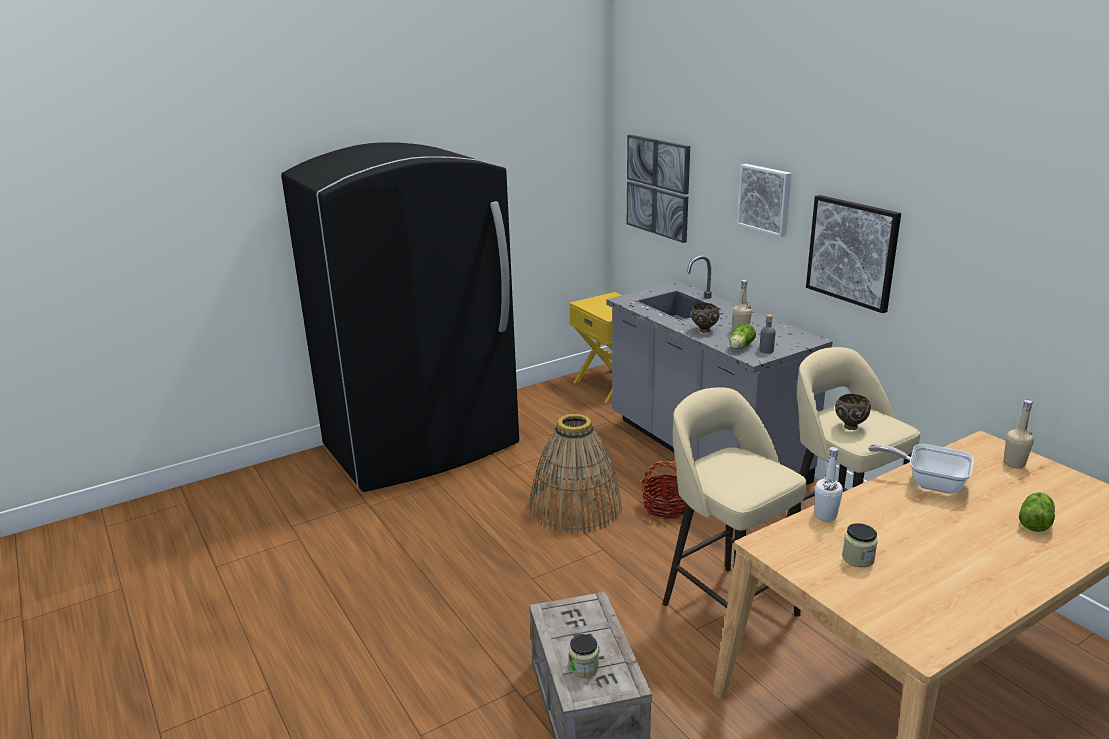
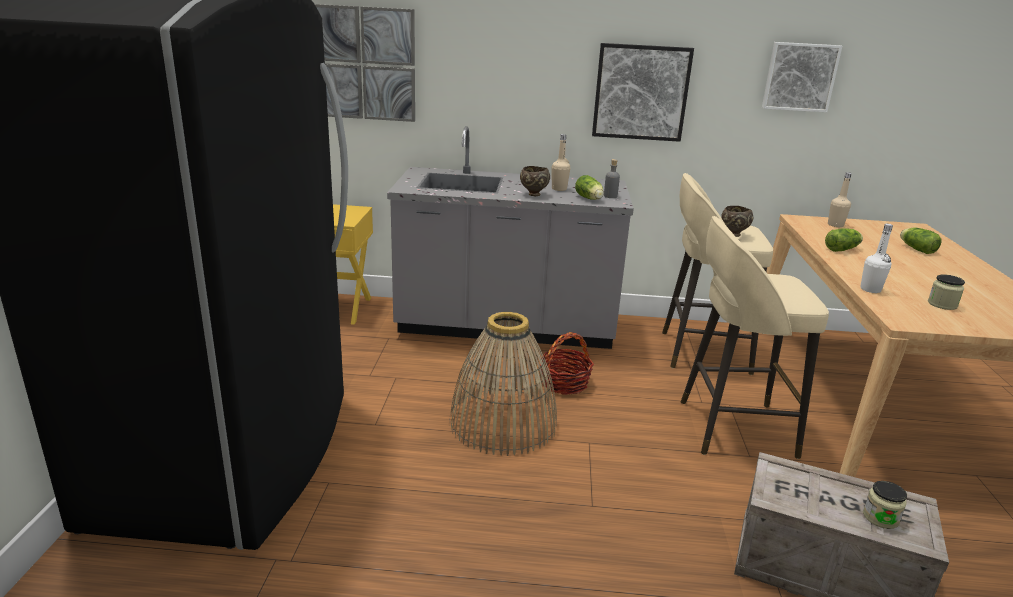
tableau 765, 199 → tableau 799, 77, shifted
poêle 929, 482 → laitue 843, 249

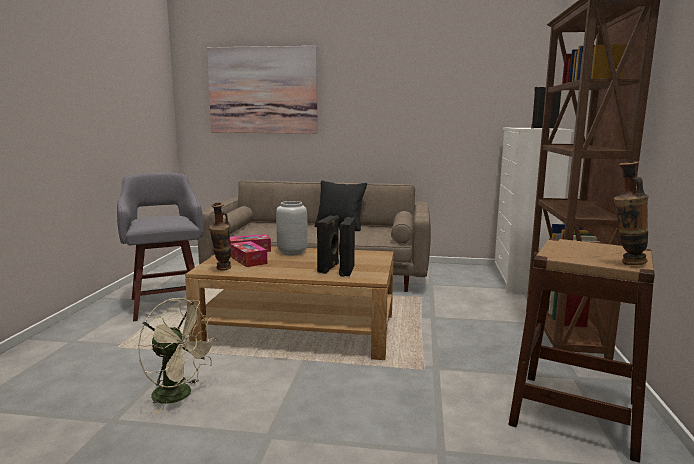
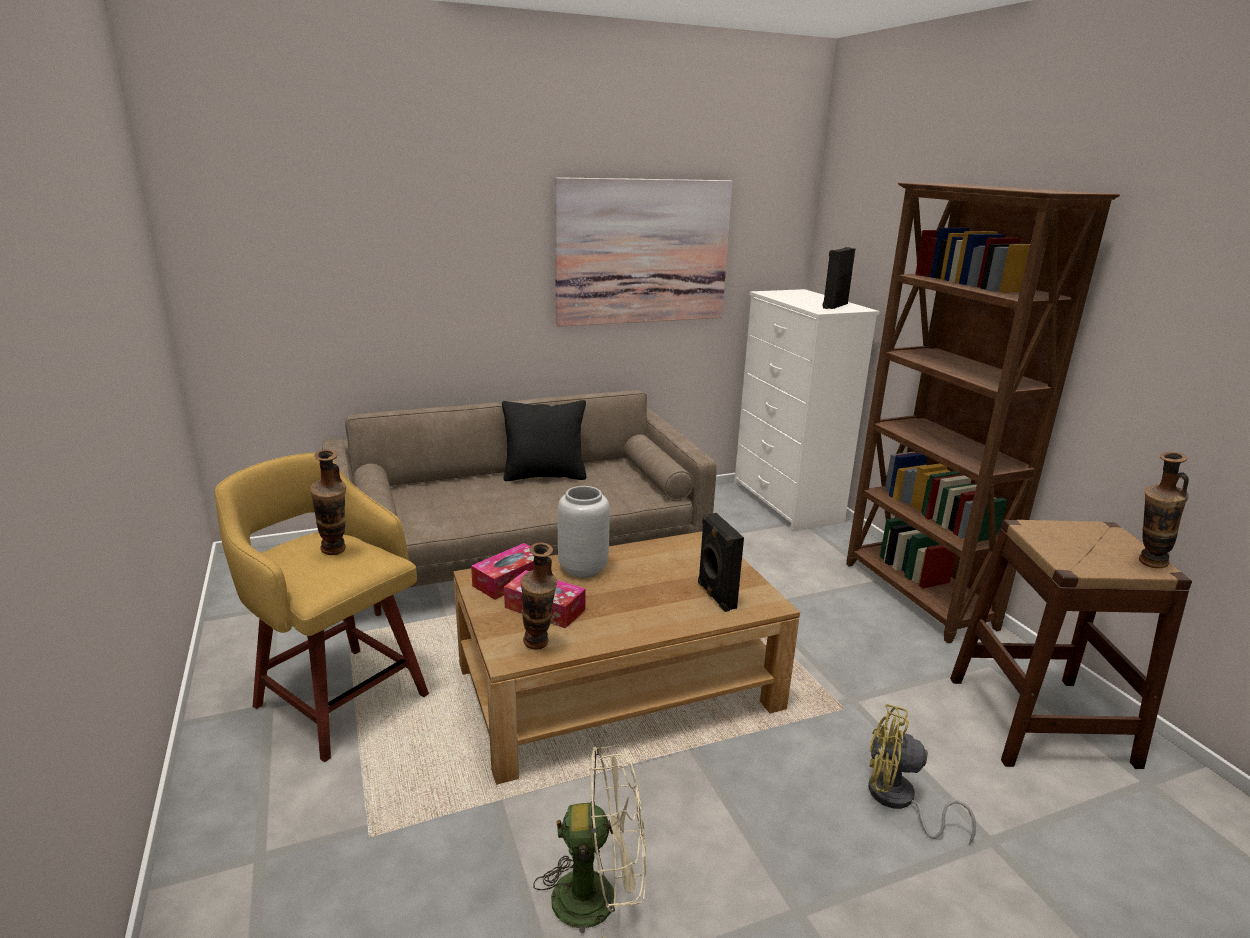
tableau 263, 90 → tableau 643, 252, shifted
tabouret [gris] 167, 303 → tabouret [jaune] 339, 697
enceinte [noir] 329, 268 → -
- → vase 336, 553
- → ventilateur [jaune] 898, 801

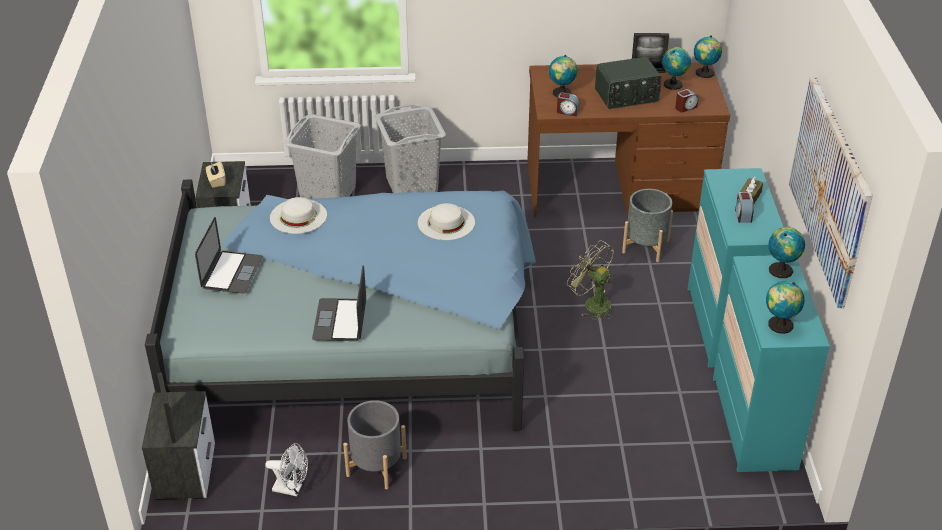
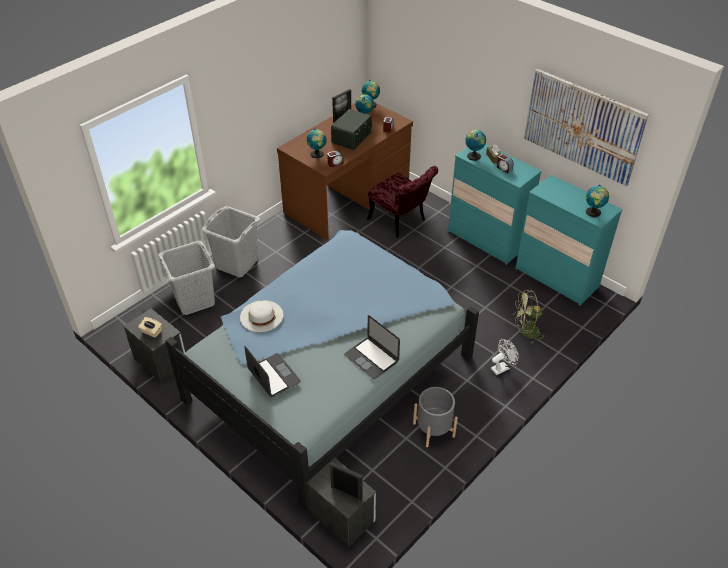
cache-pot [gris] 645, 246 → chaise [rouge] 401, 222
chapeau [blanc] 446, 222 → -
globe 781, 269 → globe 473, 156, shifted
ventilateur [vert] 592, 303 → ventilateur [vert] 526, 332, shifted
ventilateur [blanc] 292, 489 → ventilateur [blanc] 502, 367, shifted

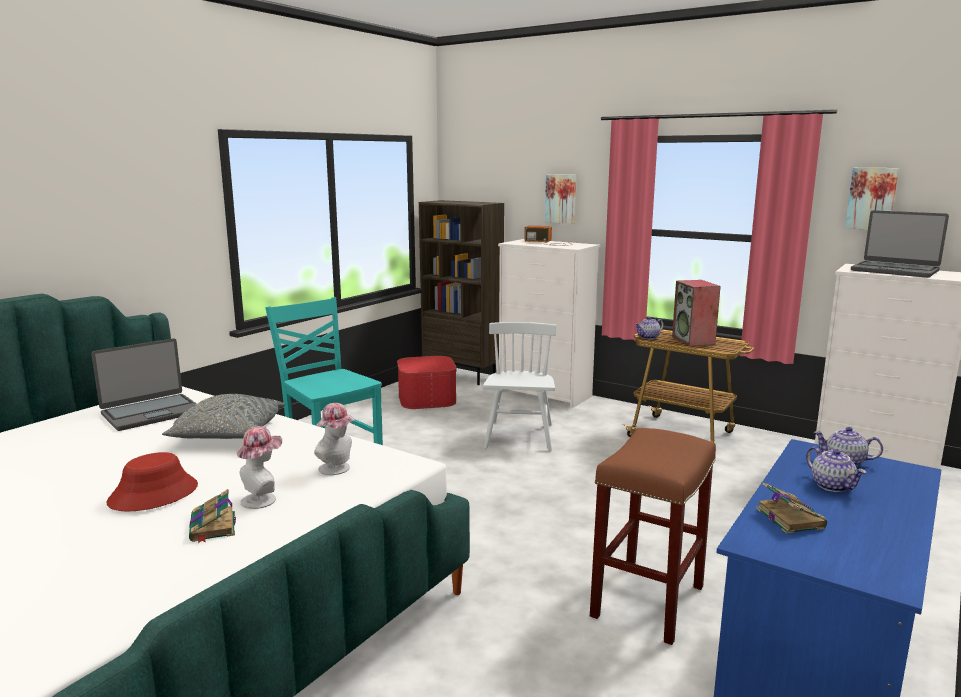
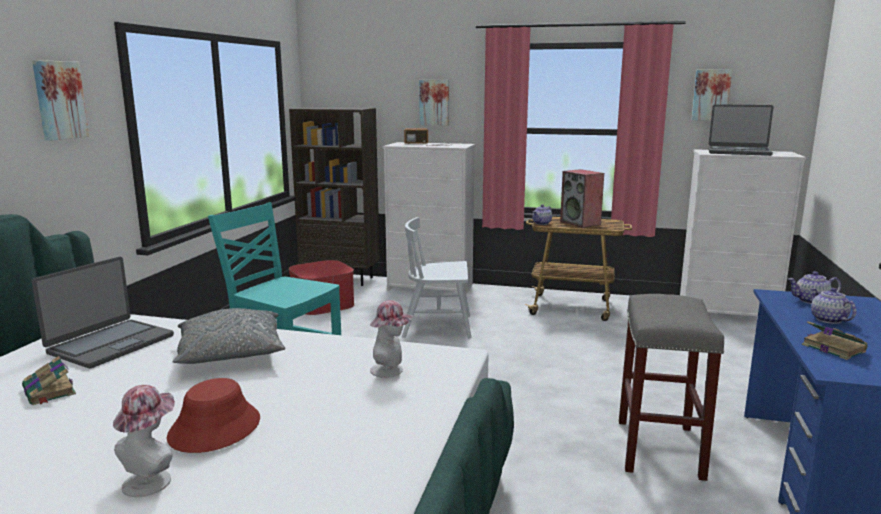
chaise [blanc] 519, 436 → chaise [blanc] 438, 326, 75 degrees counterclockwise
chapeau 262, 499 → chapeau 152, 479, shifted
tabouret [marron] 647, 600 → tabouret [gris] 658, 448
théière 832, 486 → théière 827, 319, 150 degrees counterclockwise
livre 213, 527 → livre 49, 392, shifted
- → tableau 59, 100

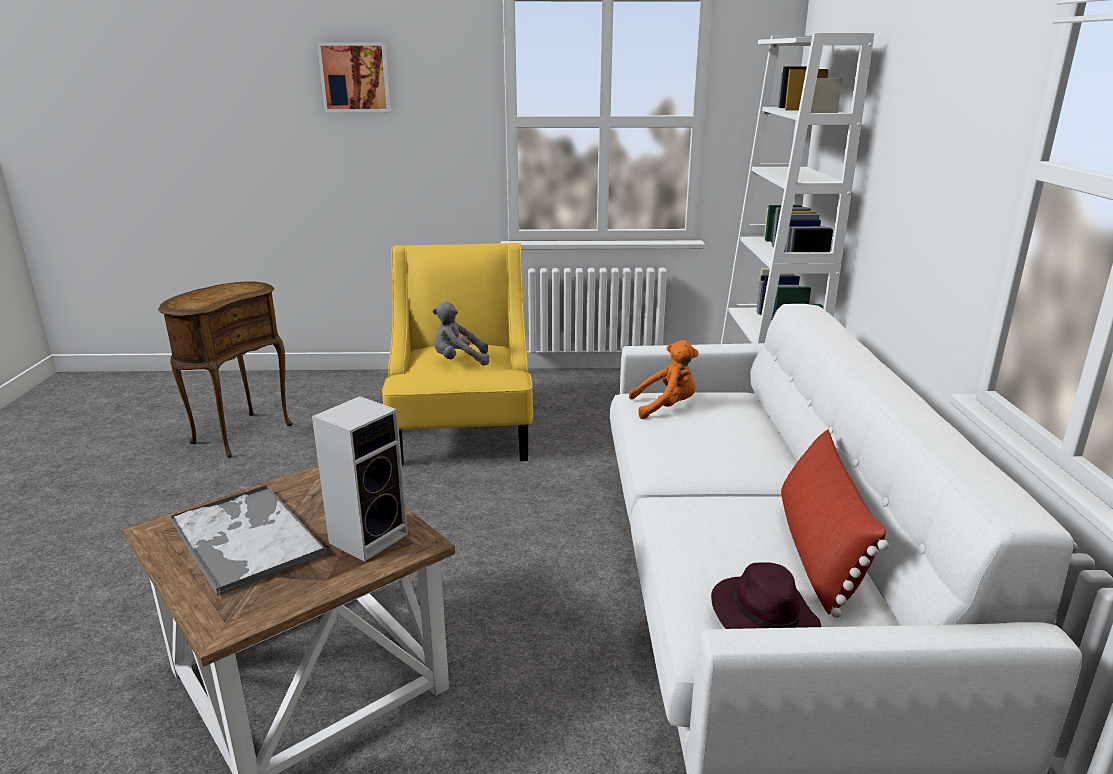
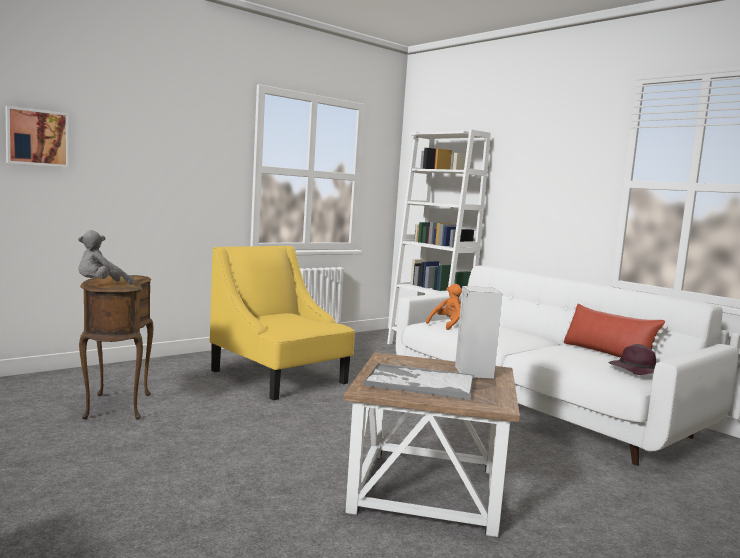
tableau 355, 77 → tableau 37, 137, shifted
peluche [gris] 459, 361 → peluche [gris] 101, 285, shifted

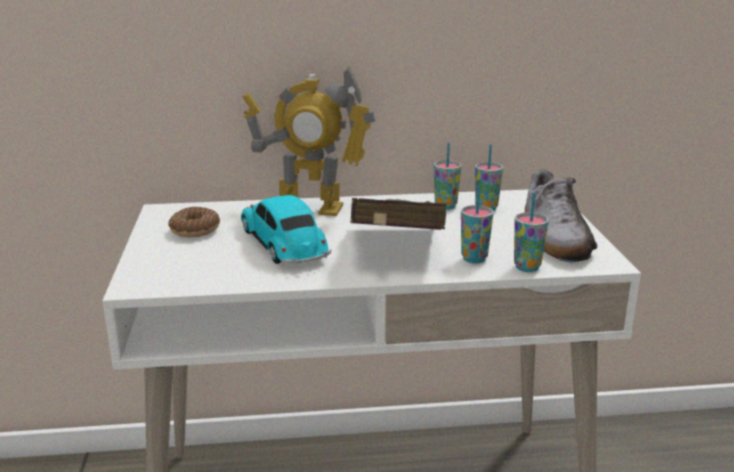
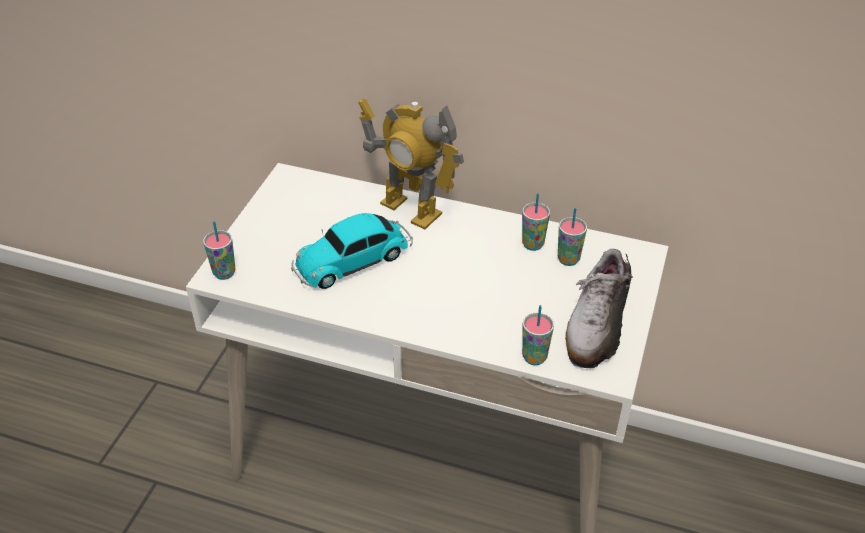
tasse 474, 259 → tasse 224, 273, shifted
petite voiture 285, 245 → petite voiture 355, 259, 120 degrees counterclockwise
livre [rouge] 394, 250 → -
beignet 195, 230 → -

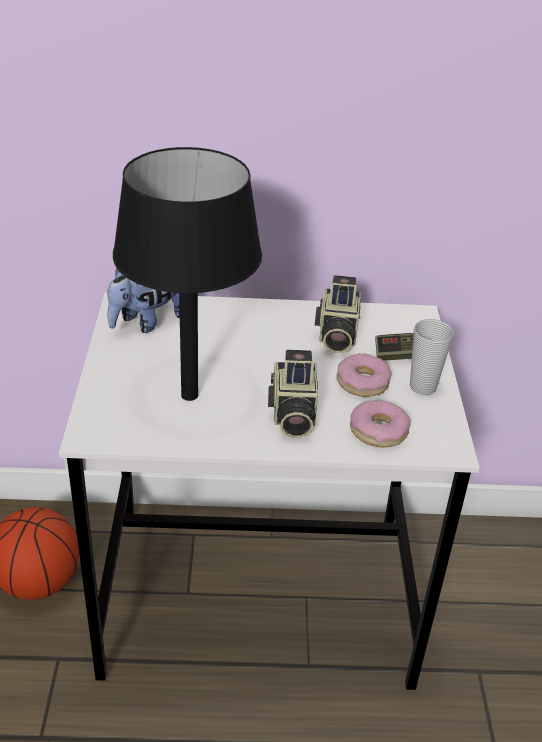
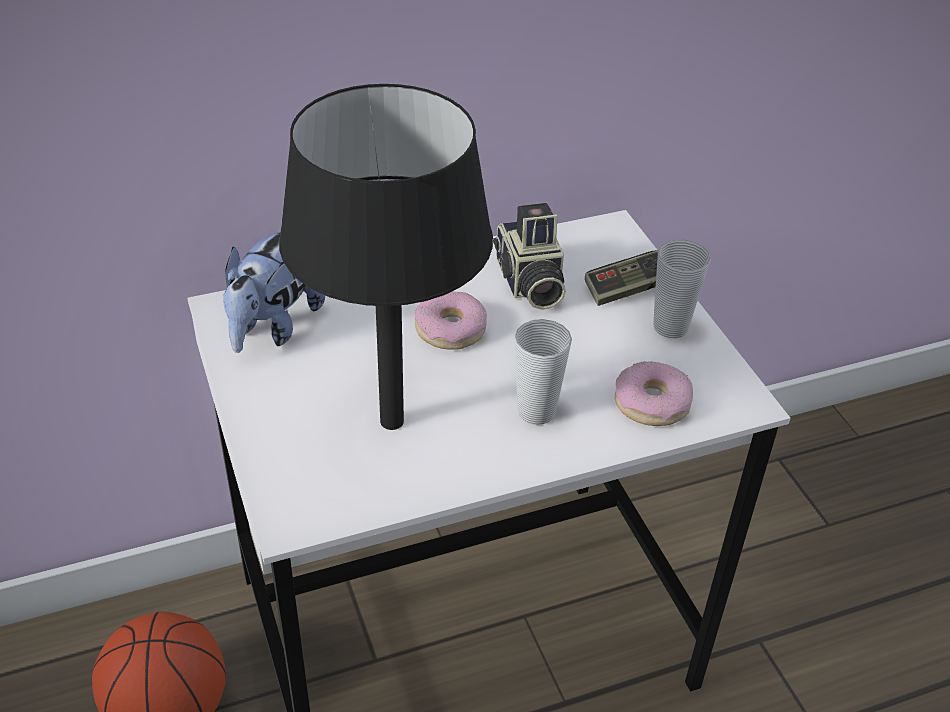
appareil photo 291, 415 → tasse 536, 411
beignet 362, 382 → beignet 450, 329, shifted

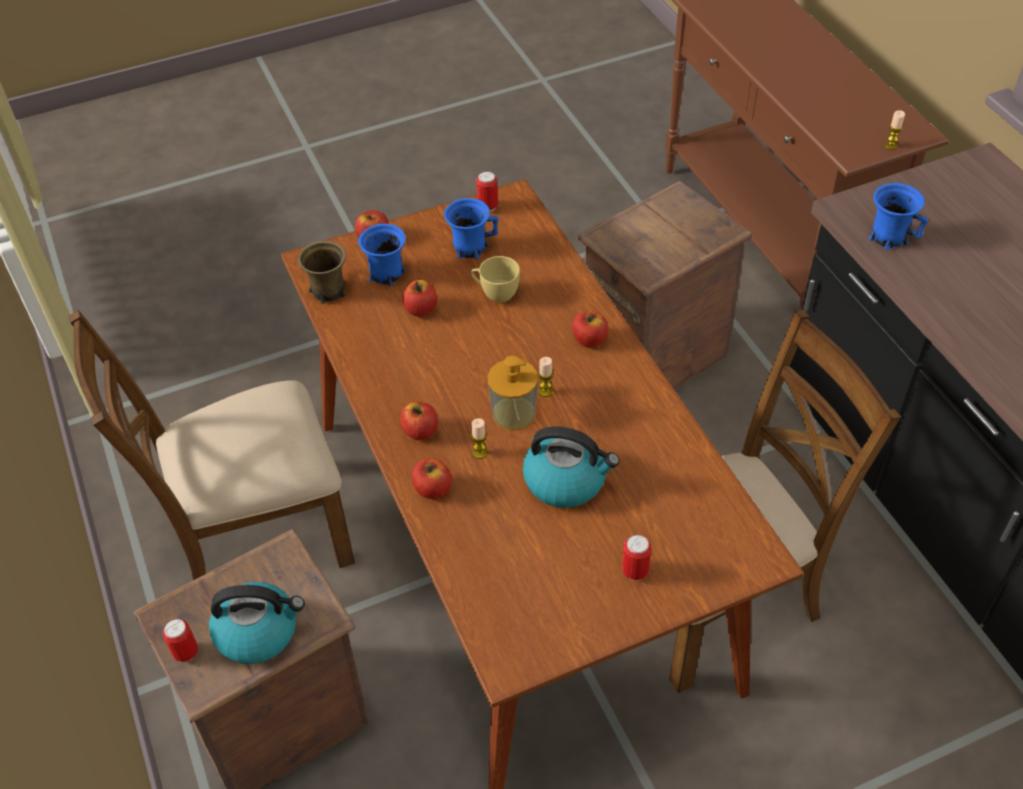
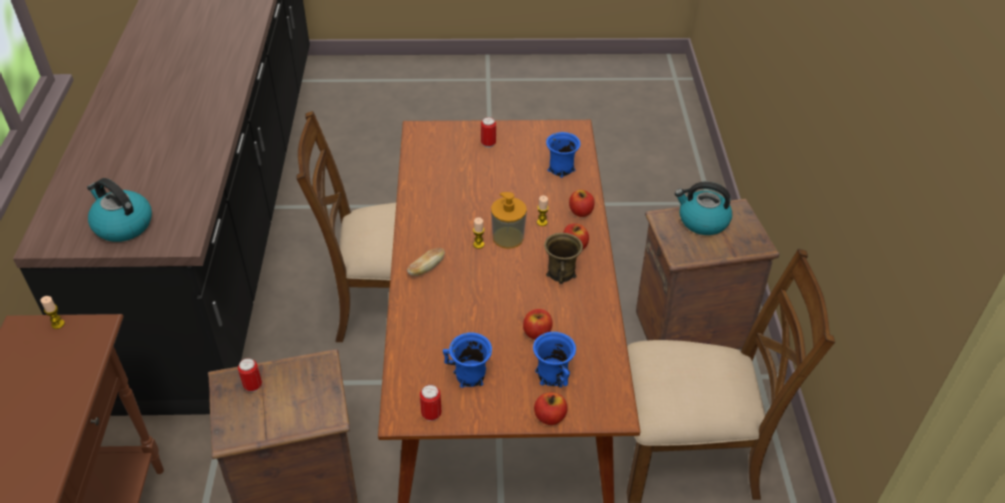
mug [bleu] 888, 236 → mug [bleu] 560, 169, shifted
mug [marron] 327, 291 → mug [marron] 561, 273, shifted
tasse [jaune] 495, 293 → -
pomme 589, 340 → pain 426, 268
bouilloire 566, 480 → bouilloire 122, 225, shifted
boîte métallique 186, 652 → boîte métallique 253, 386, shifted

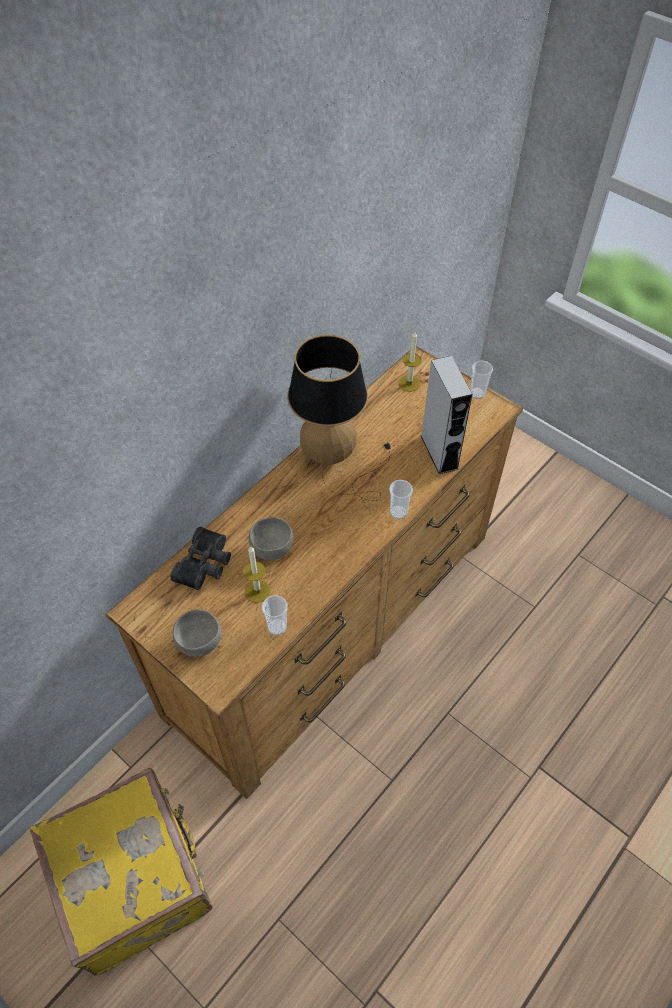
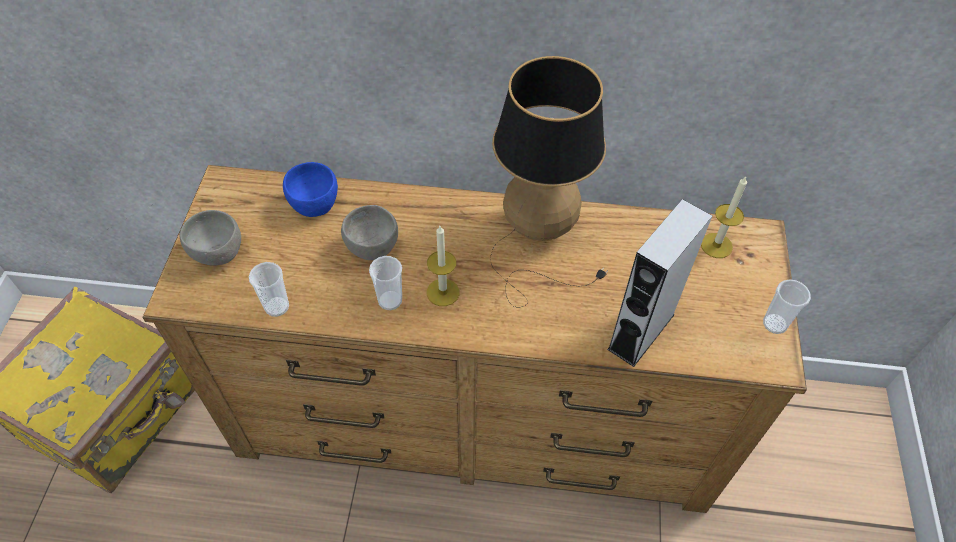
tasse 398, 512 → tasse 390, 300, shifted
jumelles [noir] 206, 565 → bol [bleu] 313, 205
bougie 257, 591 → bougie 443, 292, shifted

